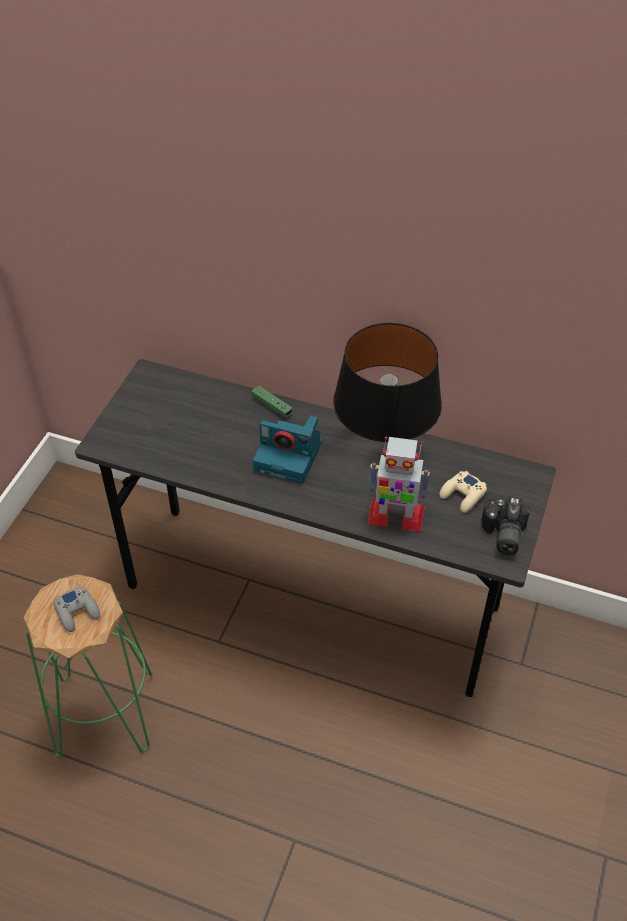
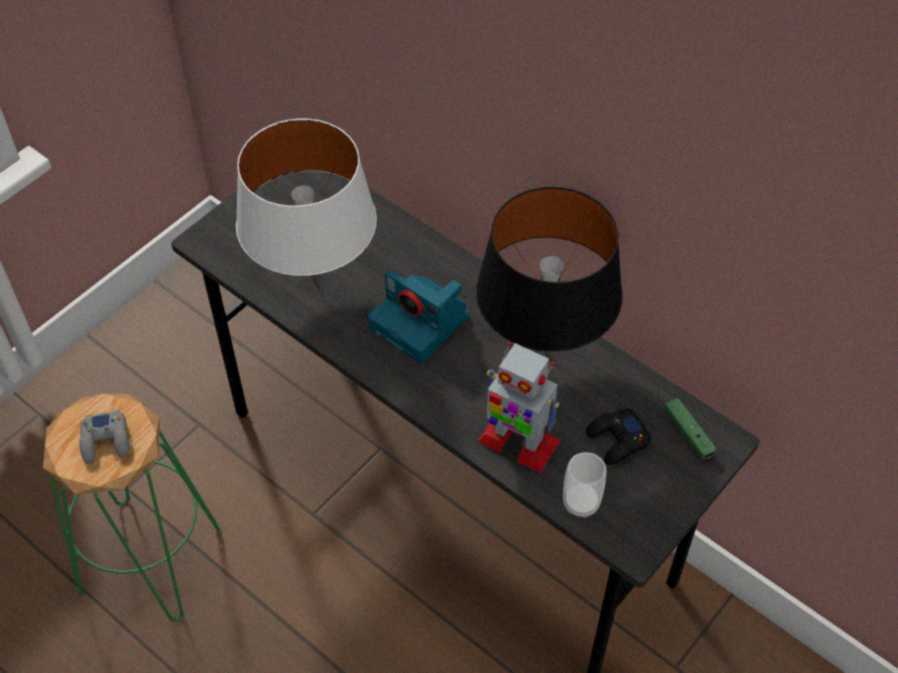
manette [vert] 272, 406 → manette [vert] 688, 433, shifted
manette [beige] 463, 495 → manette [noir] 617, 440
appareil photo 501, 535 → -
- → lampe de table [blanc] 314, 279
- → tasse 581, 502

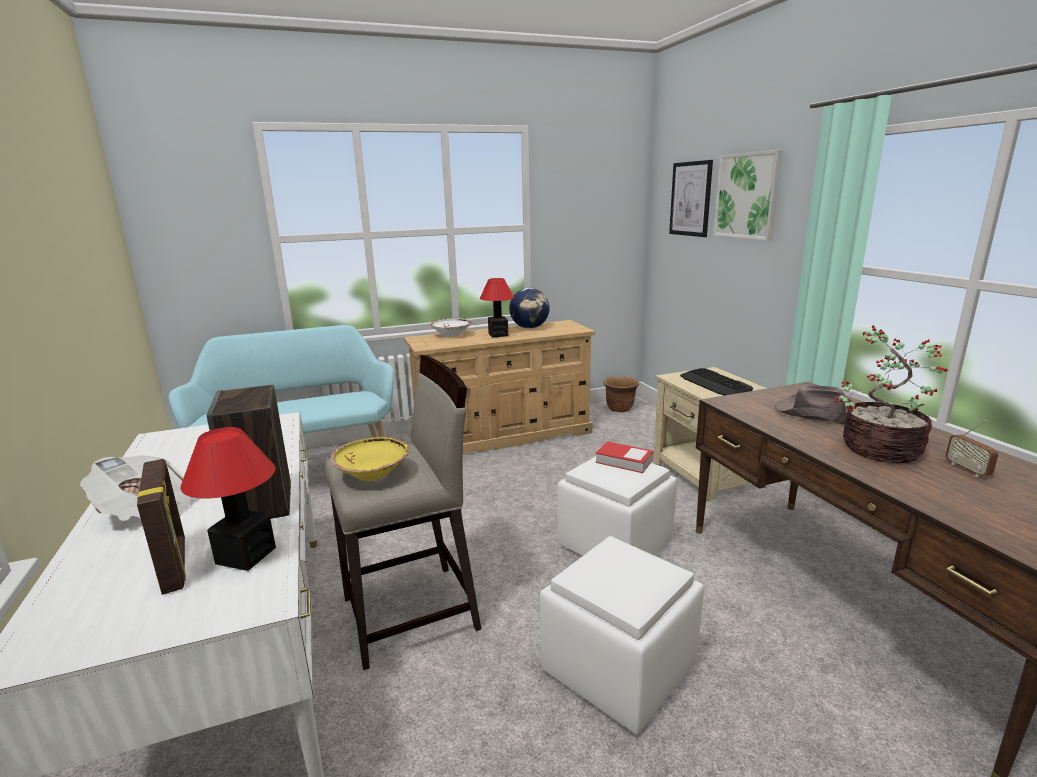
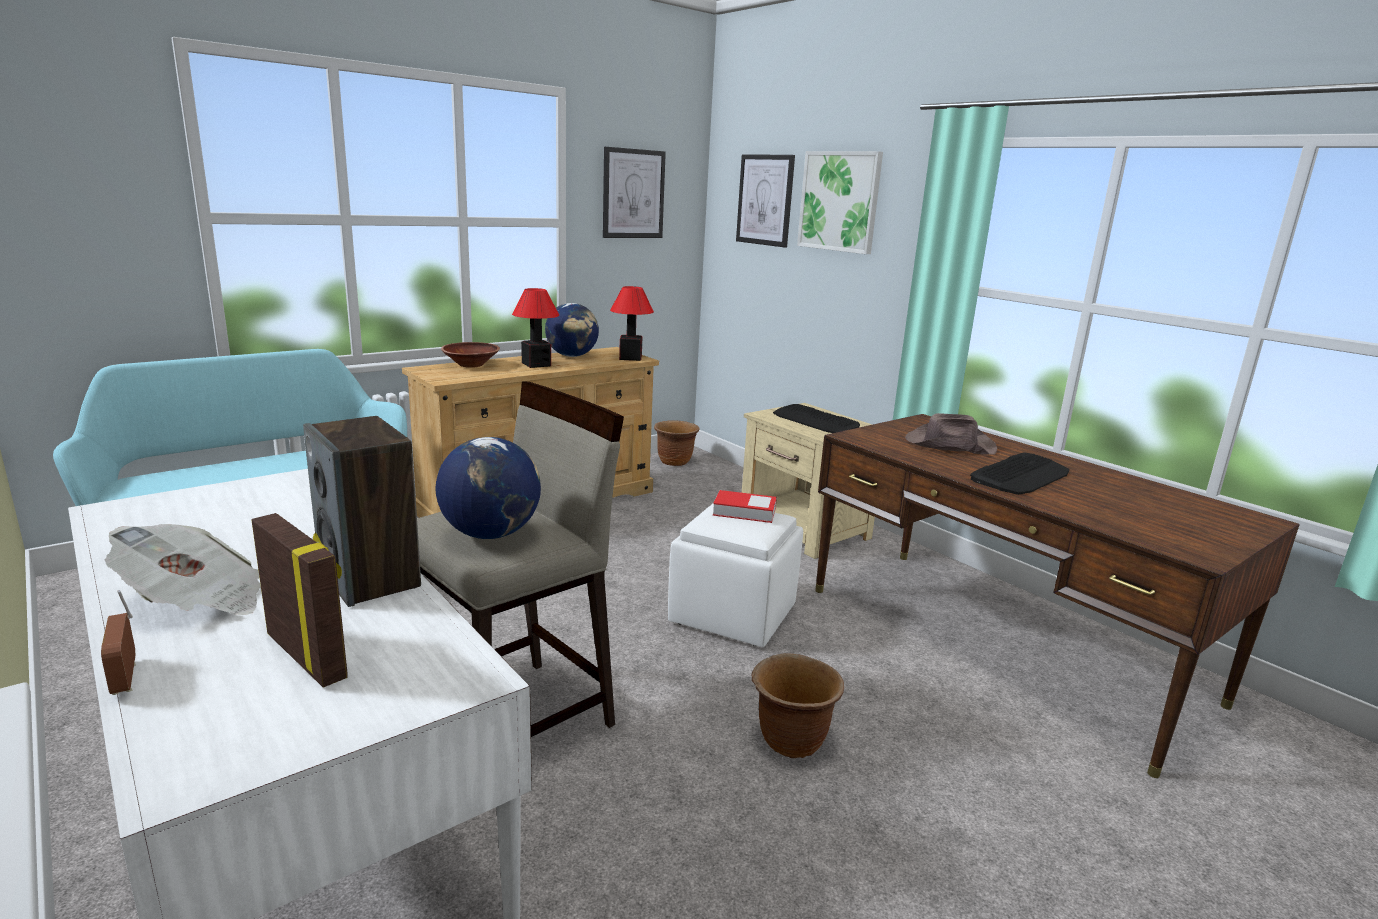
bol [blanc] 452, 335 → bol [marron] 471, 365
plante en pot 878, 449 → clavier 1021, 475
radio 967, 470 → radio 126, 678, shifted
lampe de table 245, 557 → lampe de table 630, 358, shifted
bol [jaune] 372, 474 → globe 490, 534
pouf [blanc] 619, 670 → cache-pot [marron] 790, 741
- → tableau 633, 194

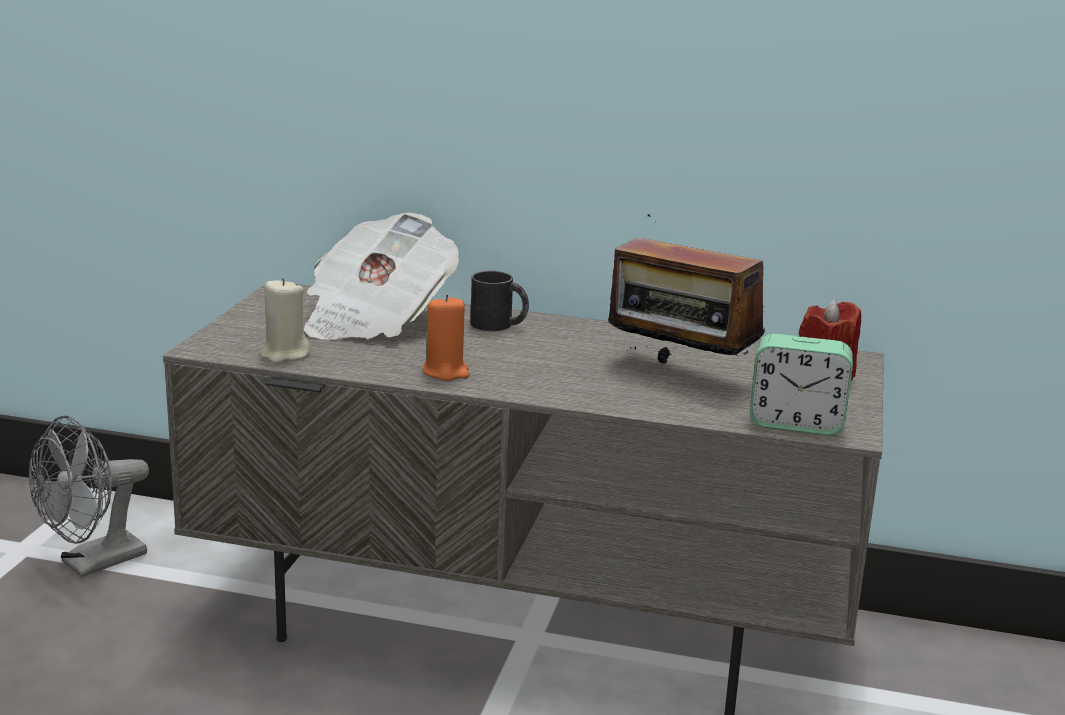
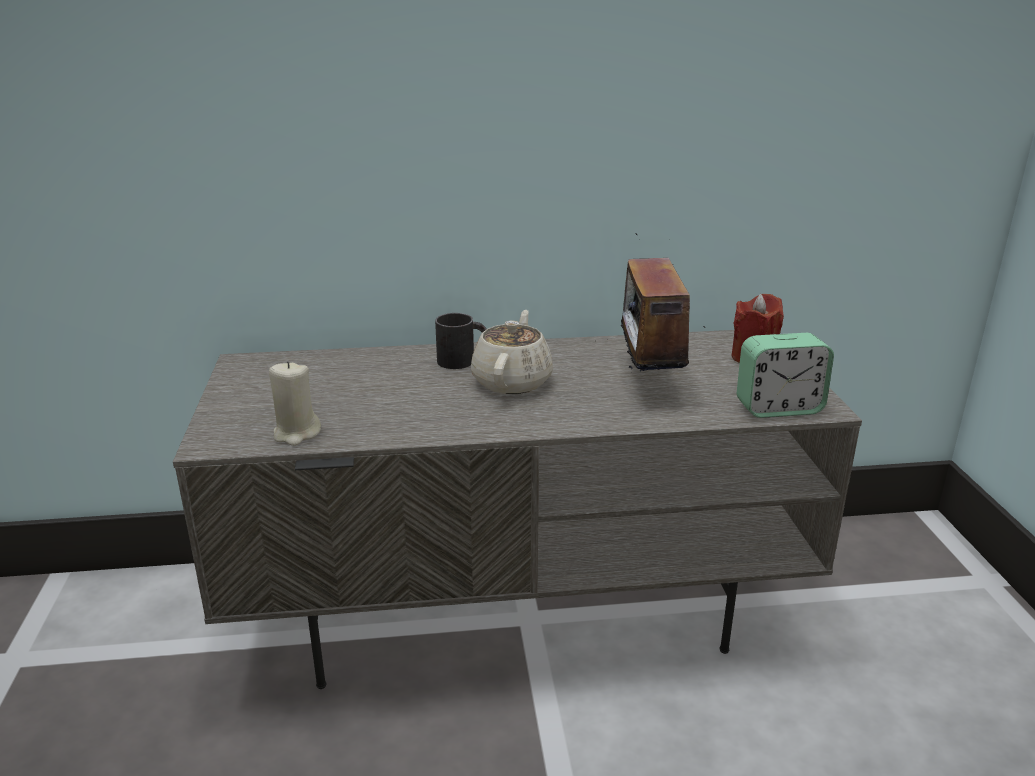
journal 375, 319 → -
radio 679, 373 → radio 648, 379, 75 degrees clockwise
bougie [orange] 446, 372 → -
ventilateur [gris] 93, 564 → -
- → théière [beige] 512, 381

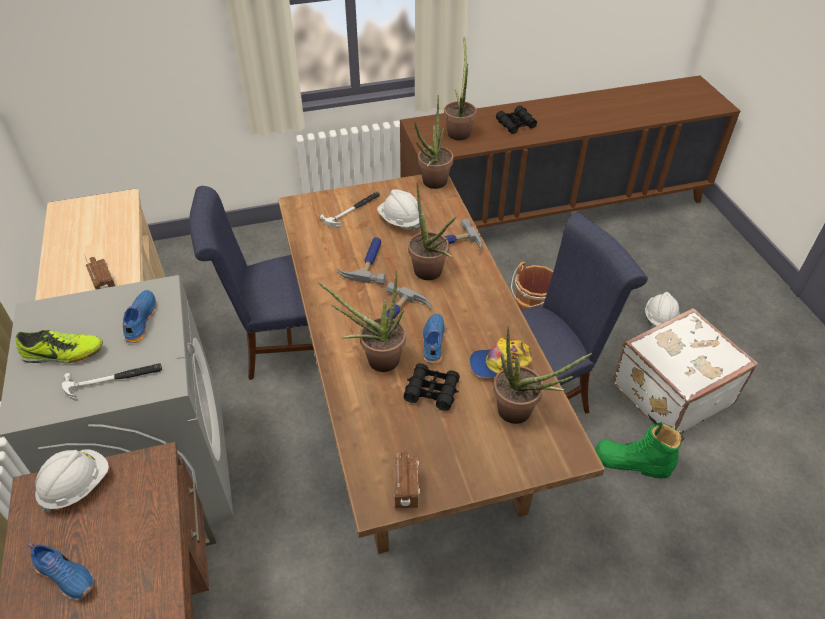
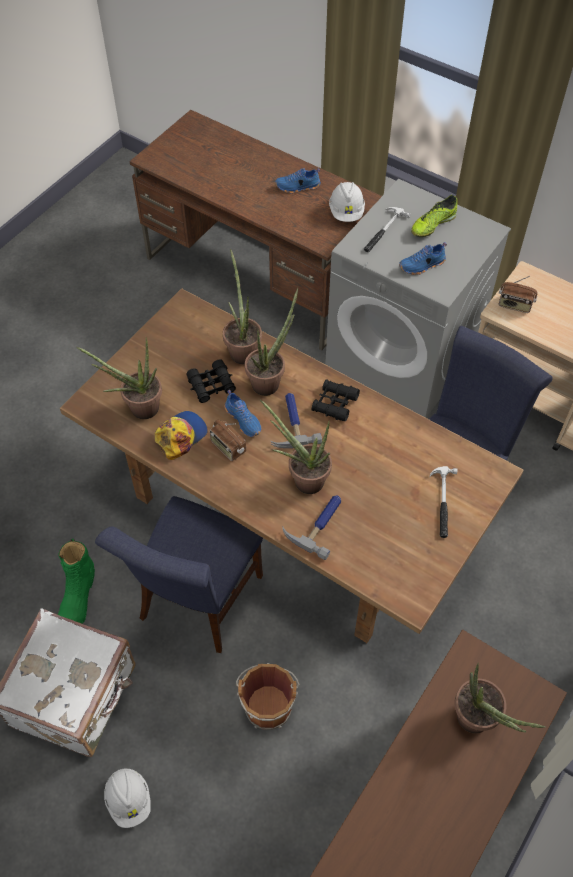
plante en pot 432, 184 → plante en pot 242, 349, shifted
jumelles [noir] 516, 124 → jumelles [noir] 335, 404, shifted
casque de chantier [blanc] 400, 220 → -
marteau 367, 262 → -
chaussure [bleu] 140, 321 → chaussure [bleu] 422, 266, 105 degrees clockwise
botte [vert] 633, 462 → botte [vert] 78, 594, 120 degrees clockwise
radio 406, 490 → radio 228, 447, shifted

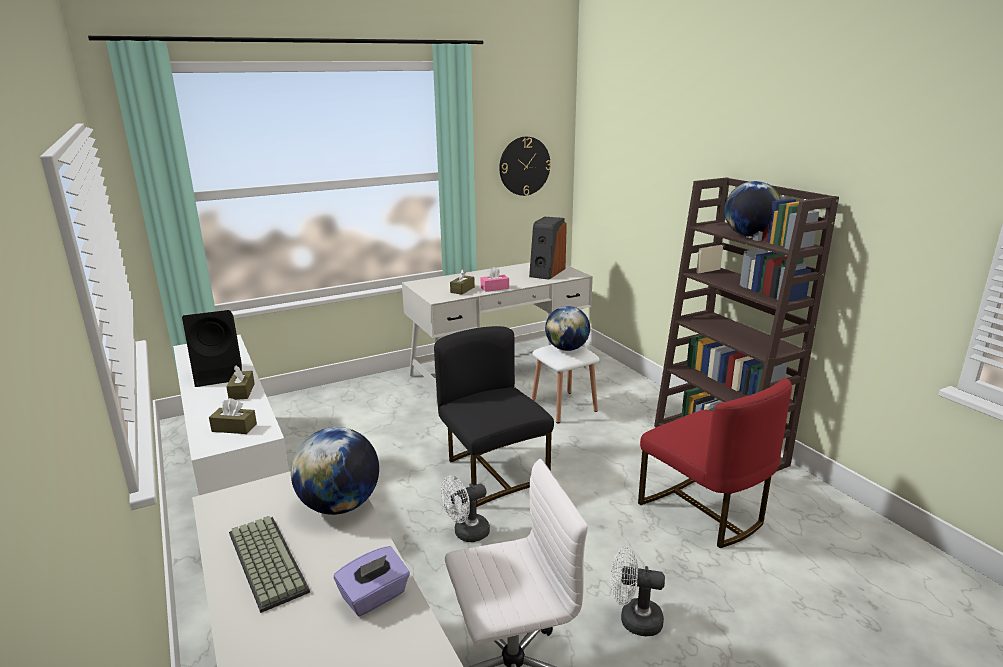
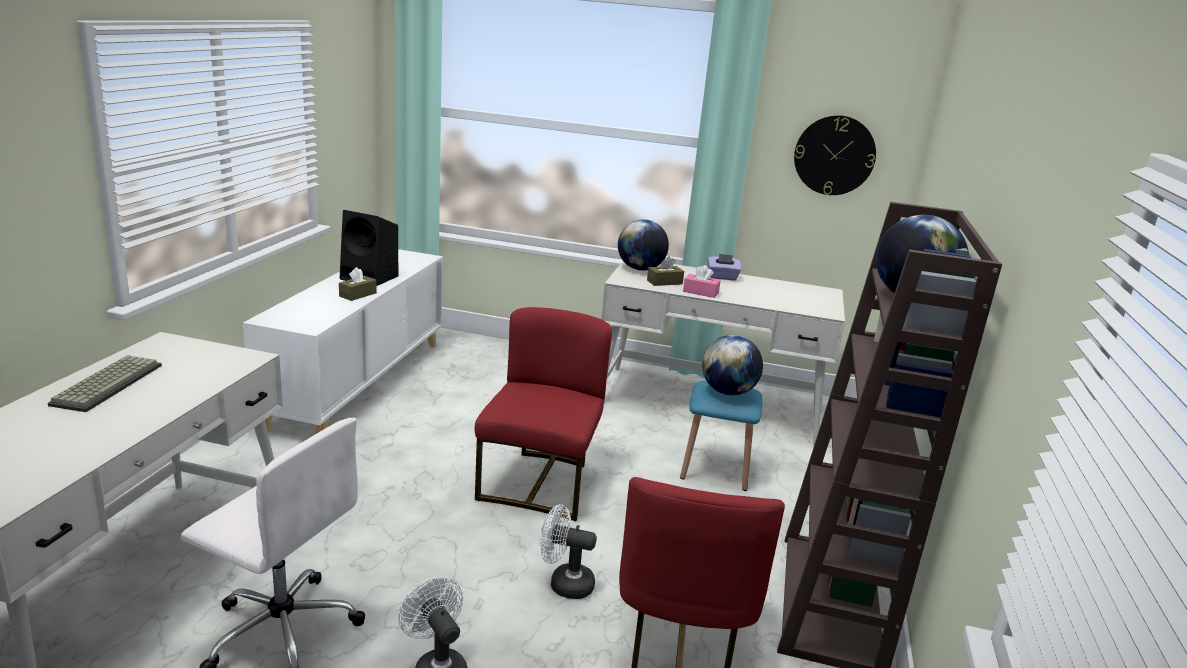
enceinte 546, 272 → -
chaise [noir] 492, 472 → chaise [rouge] 540, 483
tabouret [blanc] 564, 407 → tabouret [bleu] 715, 468
boîte à mouchoirs [marron] 234, 428 → -
globe 340, 505 → globe 640, 269, shifted
ventilateur [blanc] 466, 533 → ventilateur [blanc] 564, 584, shifted
boîte à mouchoirs [violet] 374, 597 → boîte à mouchoirs [violet] 722, 277, shifted

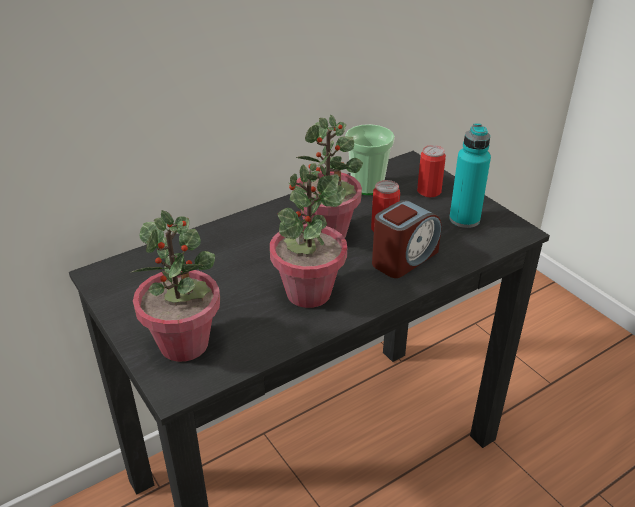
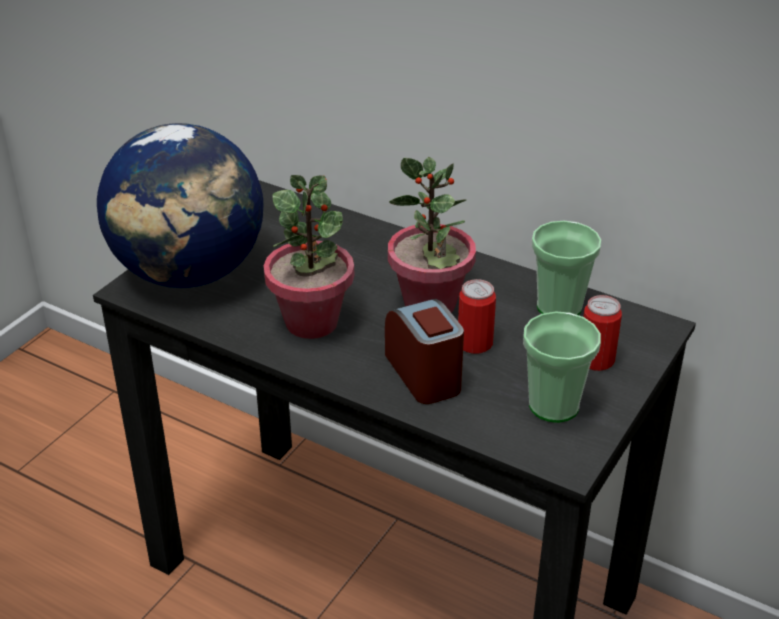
bouteille [turquoise] 464, 219 → tasse 554, 406
réveil 404, 258 → réveil 424, 374, 135 degrees counterclockwise
plante en pot 184, 344 → globe 190, 273

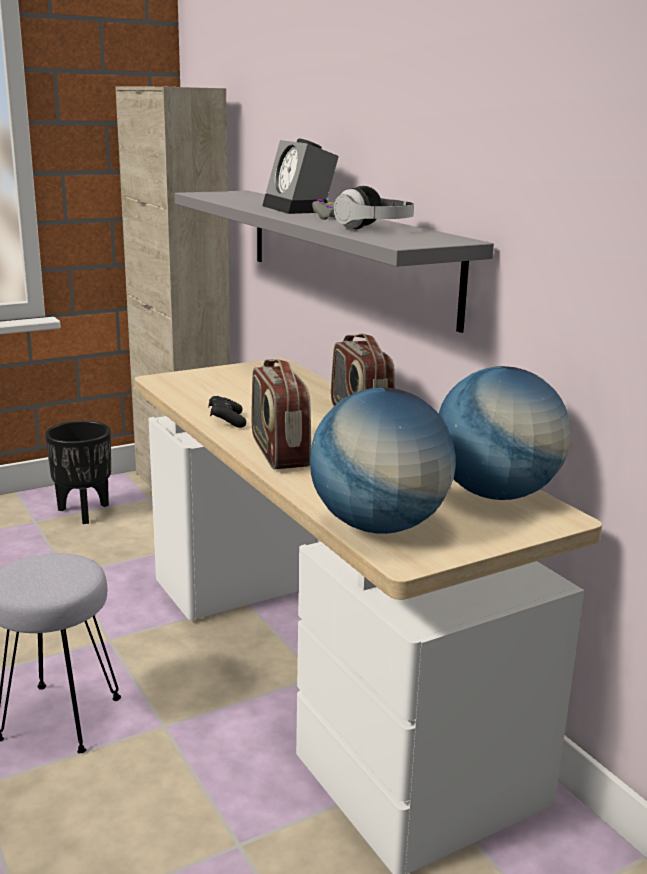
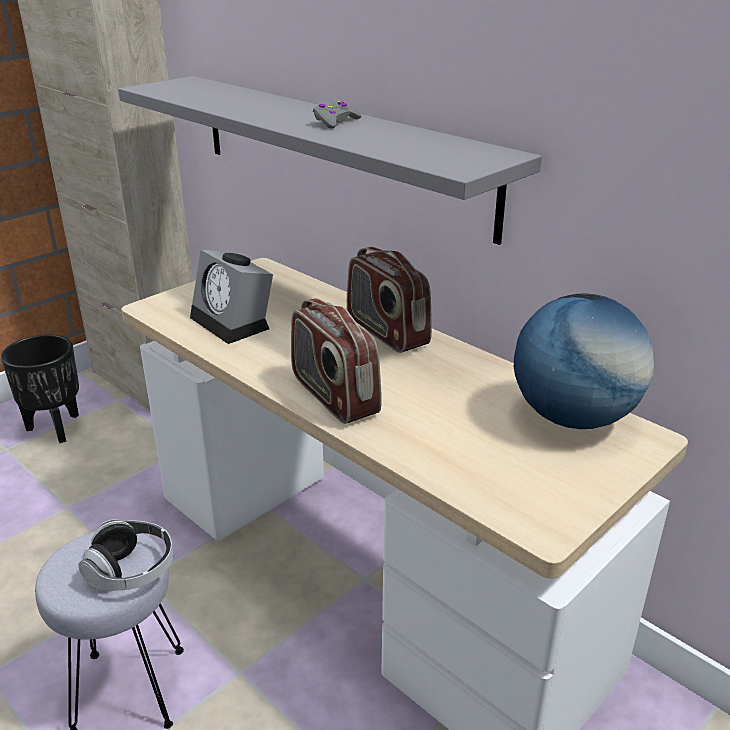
réveil 300, 209 → réveil 234, 323, shifted
casque audio 374, 228 → casque audio 131, 570, shifted
globe 379, 526 → -
manette [noir] 226, 421 → -

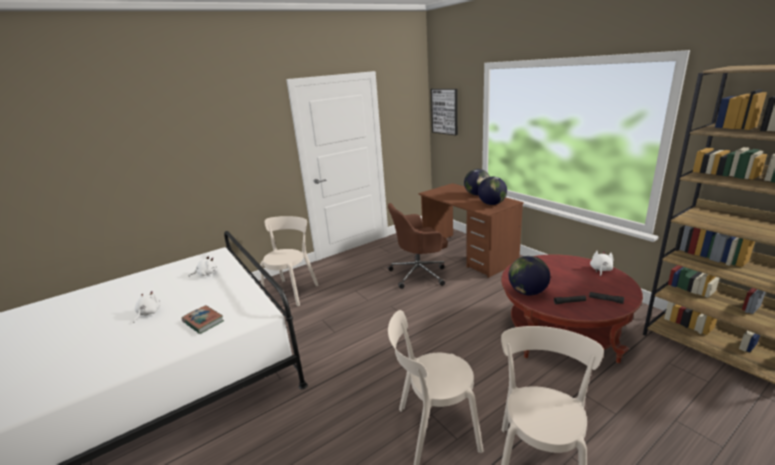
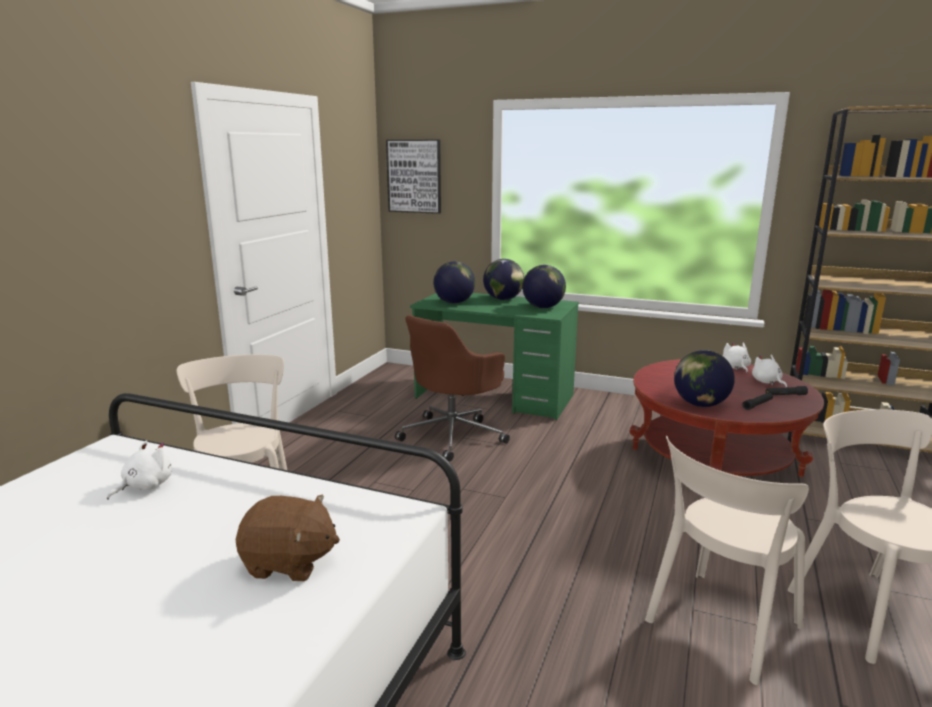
bureau [marron] 468, 254 → bureau [vert] 494, 397
peluche [blanc] 148, 313 → peluche [blanc] 767, 382, shifted
livre 203, 321 → peluche [marron] 289, 563
- → globe 454, 302

